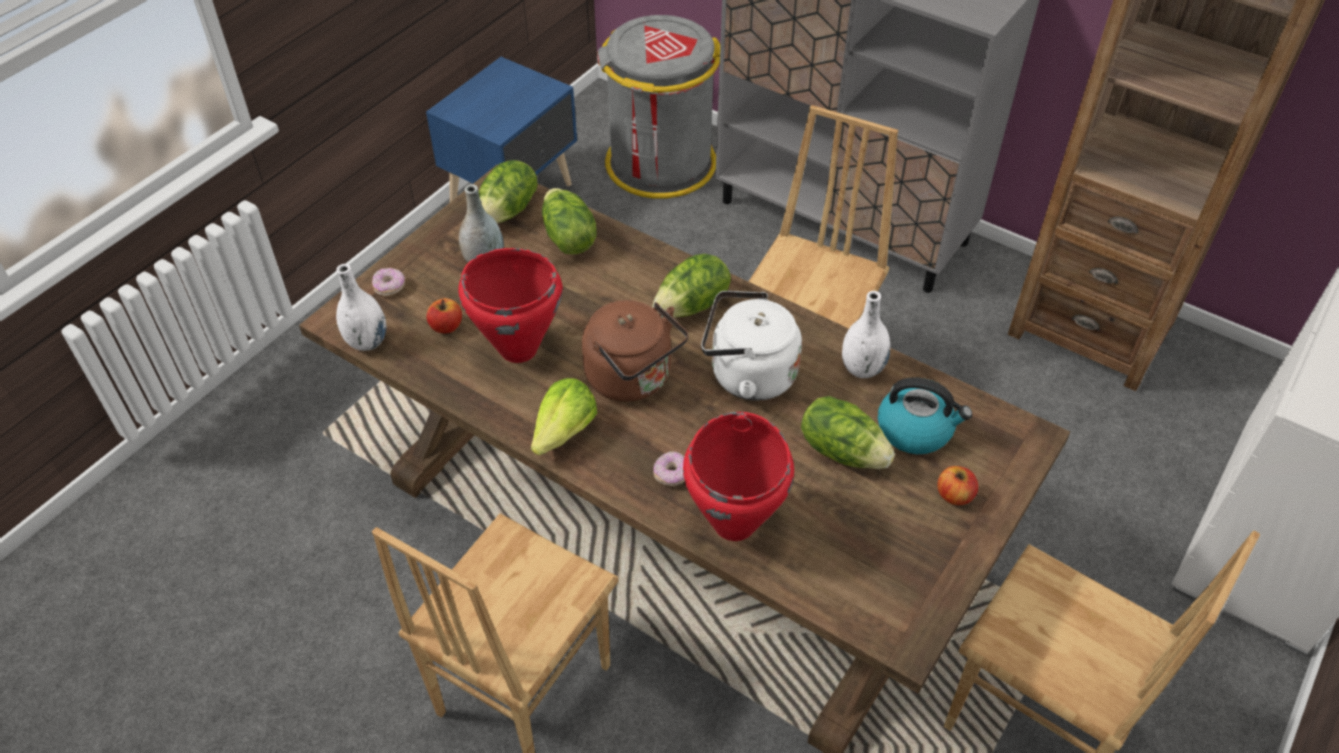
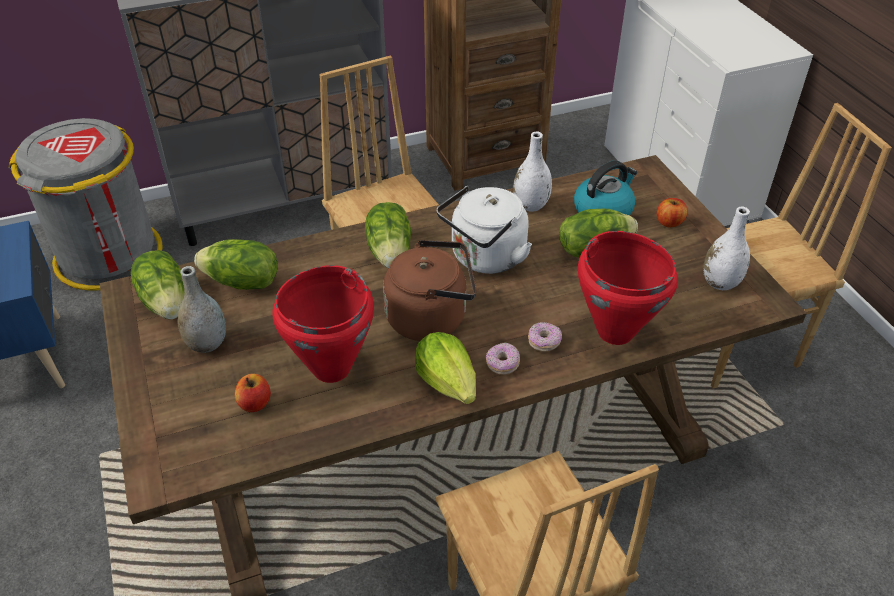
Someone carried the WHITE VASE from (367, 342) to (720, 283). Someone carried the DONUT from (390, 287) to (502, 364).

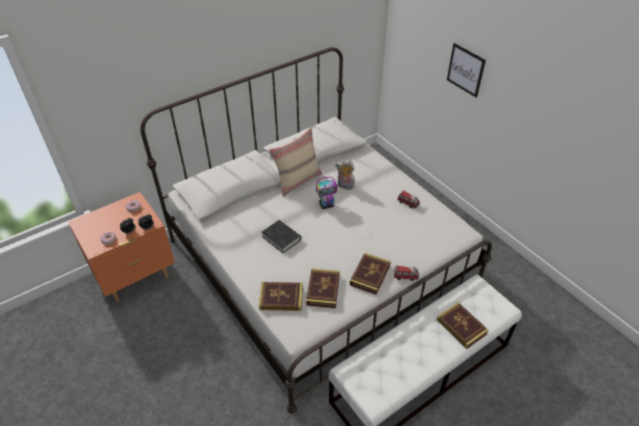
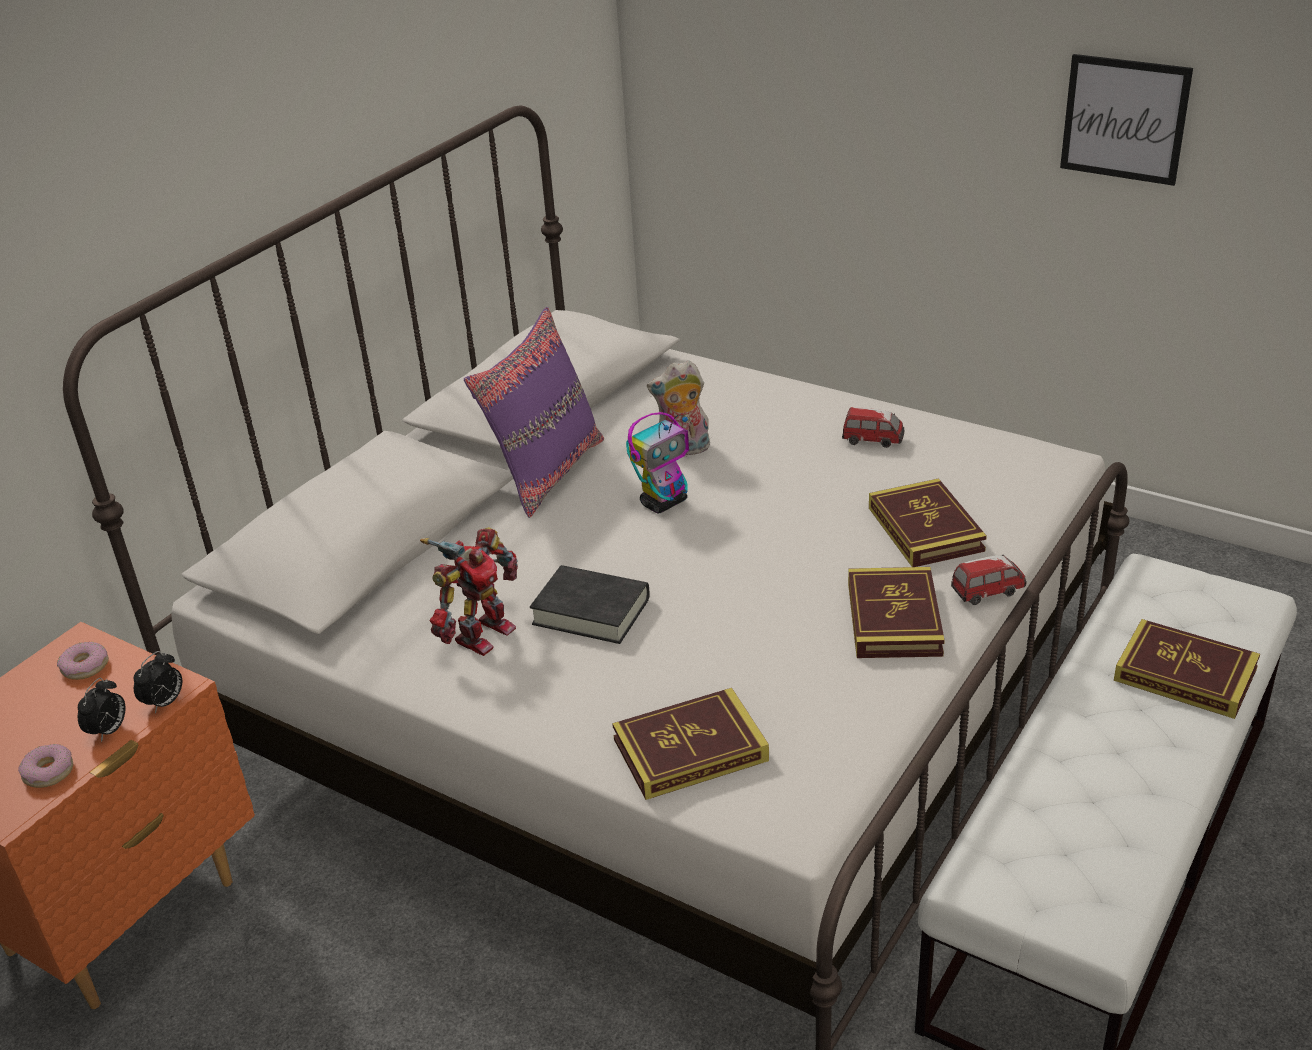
Someone repainted the BEIGE PILLOW at (298, 180), which became the PURPLE PILLOW at (546, 472). Someone carried the BOOK from (323, 290) to (925, 529). Someone carried the PICTURE from (465, 70) to (1124, 119). Someone put down the TOY ROBOT at (481, 634).

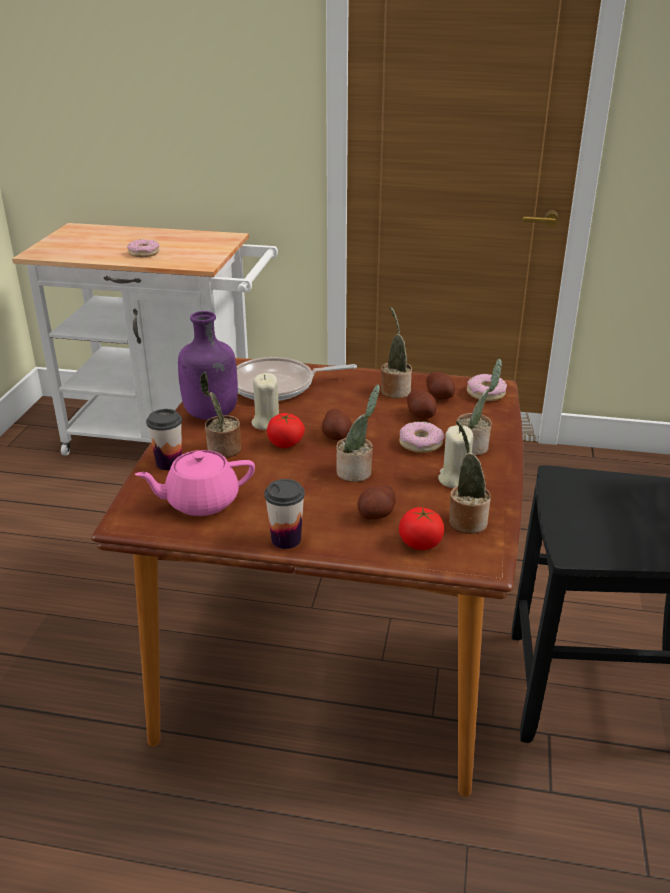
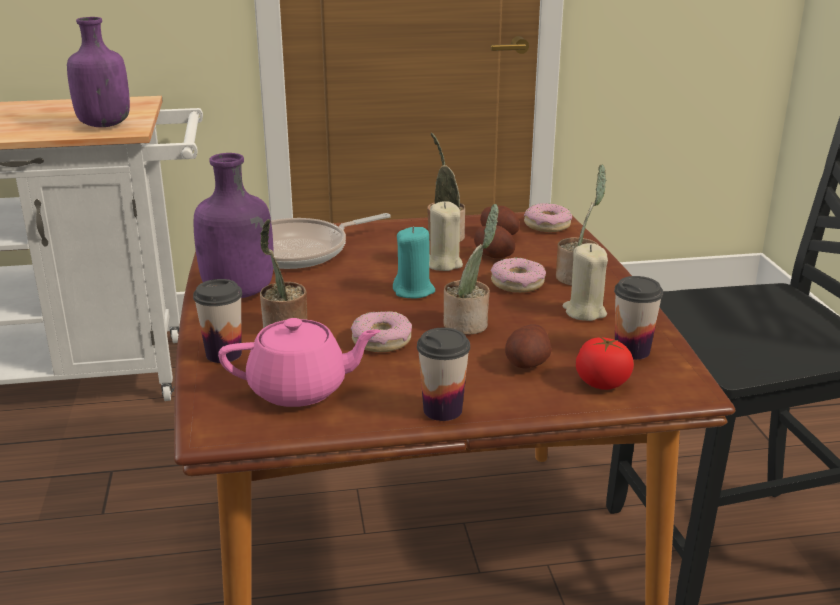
Someone carried the DONUT from (144, 253) to (381, 340). Someone rotated the PINK TEAPOT at (200, 502) by 150 degrees counterclockwise. Someone carried the BEIGE CANDLE from (266, 422) to (443, 264). Someone took away the TOMATO at (285, 443). Someone swapped the POTATO at (336, 436) for the TURQUOISE CANDLE at (414, 291). Someone swapped the POTTED PLANT at (465, 521) for the CUP at (632, 351). Someone put down the PURPLE BOTTLE at (103, 125).

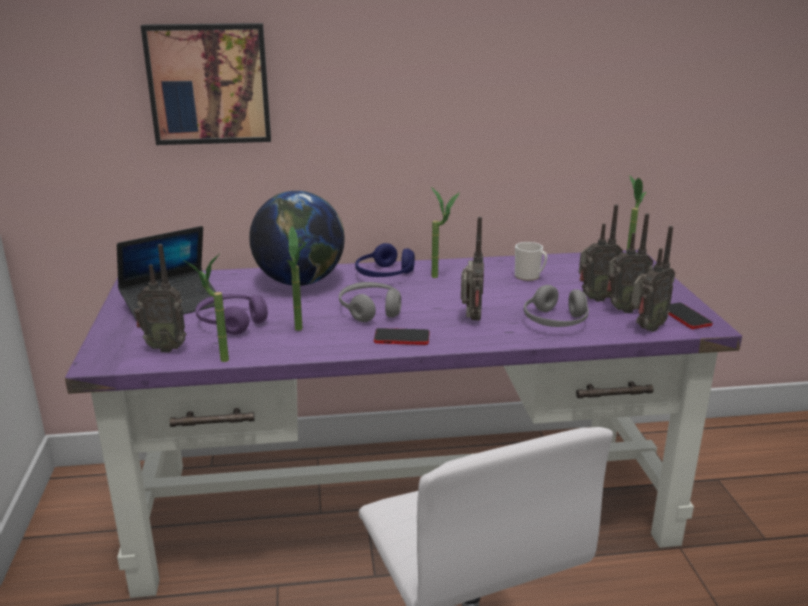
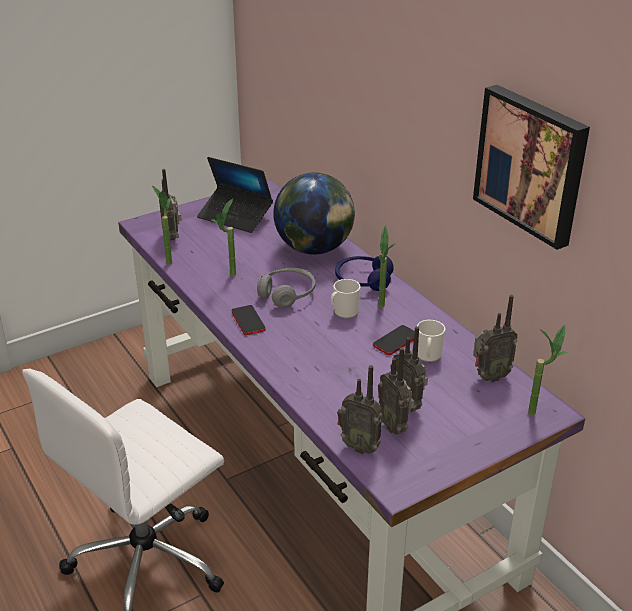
Someone carried the PICTURE from (209, 83) to (532, 164). Someone took away the PURPLE HEADPHONES at (231, 322). Someone carried the RADIO from (470, 319) to (489, 377). Someone took away the GREY HEADPHONES at (555, 321). Someone carried the PHONE from (685, 317) to (395, 341). Someone put down the MUG at (343, 312).

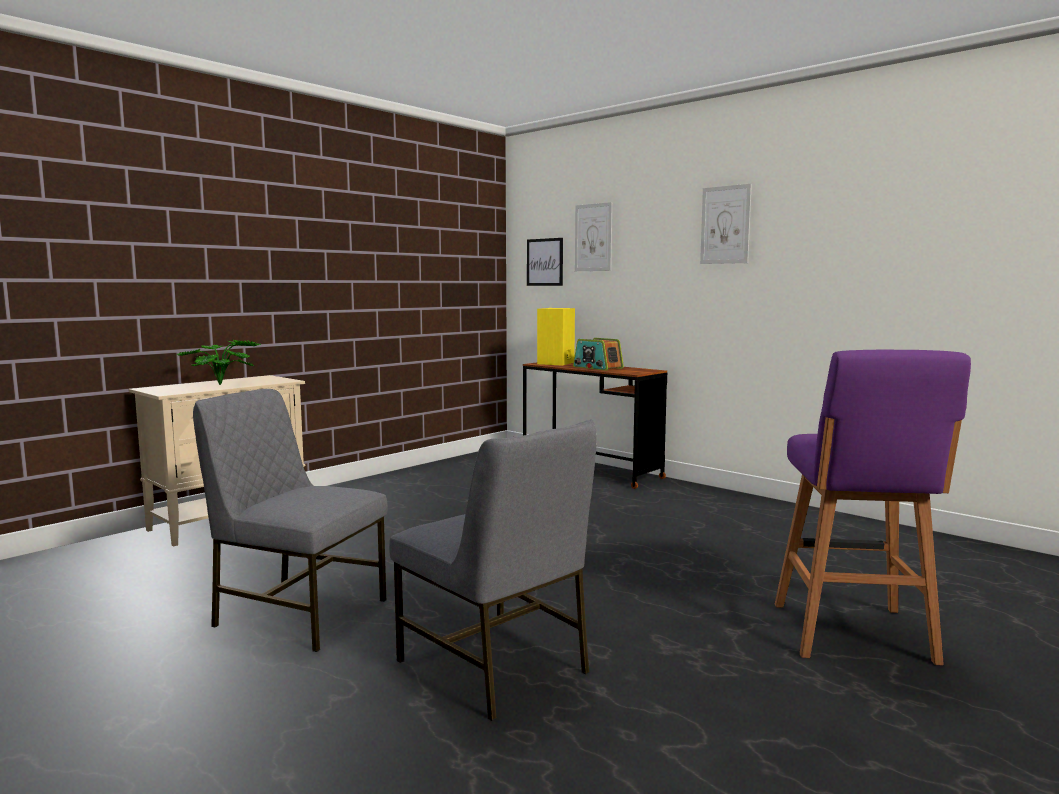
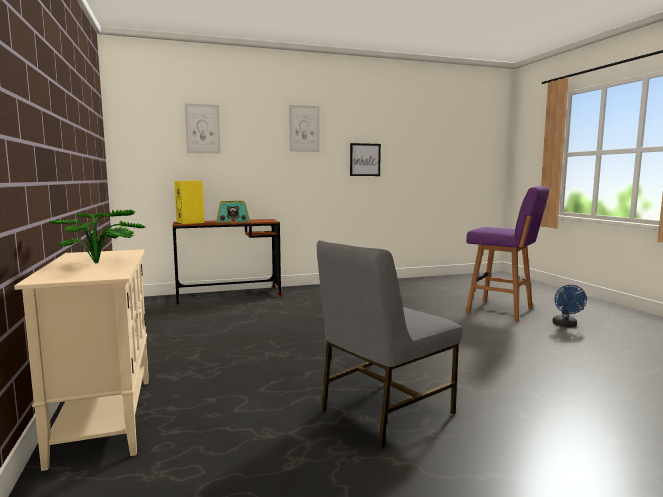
Someone took away the GREY CHAIR at (495, 667). Someone carried the PICTURE from (545, 262) to (365, 159). Someone put down the BLUE FAN at (566, 325).

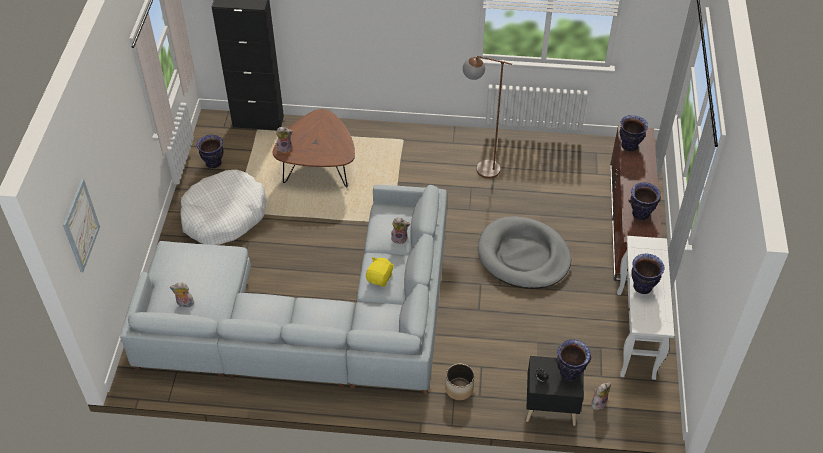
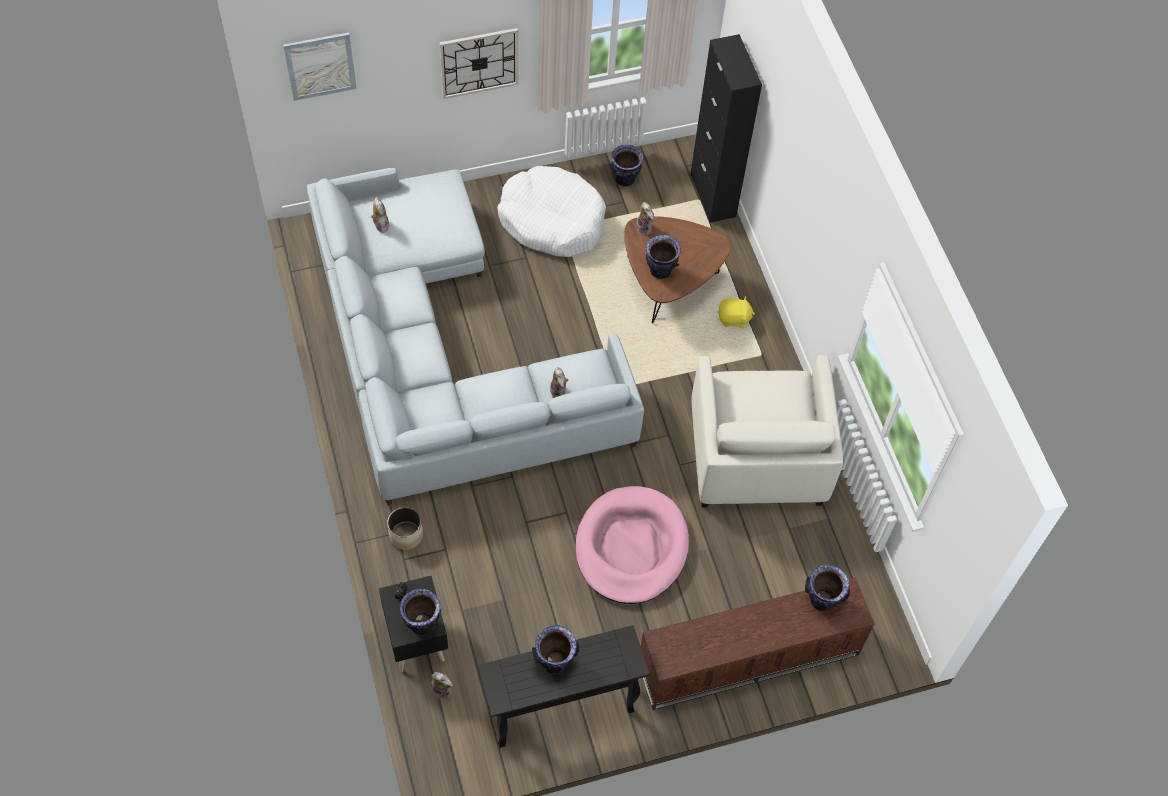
Someone carried the YELLOW PLUSH TOY from (380, 278) to (734, 319). Someone swapped the BROWN FLOOR LAMP at (479, 167) for the BEIGE ARMCHAIR at (756, 455). Someone repainted the GREY DOG BED at (523, 256), which became the PINK DOG BED at (631, 547). Someone repainted the WHITE CONSOLE TABLE at (636, 335), which became the BLACK CONSOLE TABLE at (560, 710). Someone carried the VASE from (640, 214) to (660, 270). Someone put up the WALL CLOCK at (479, 62).

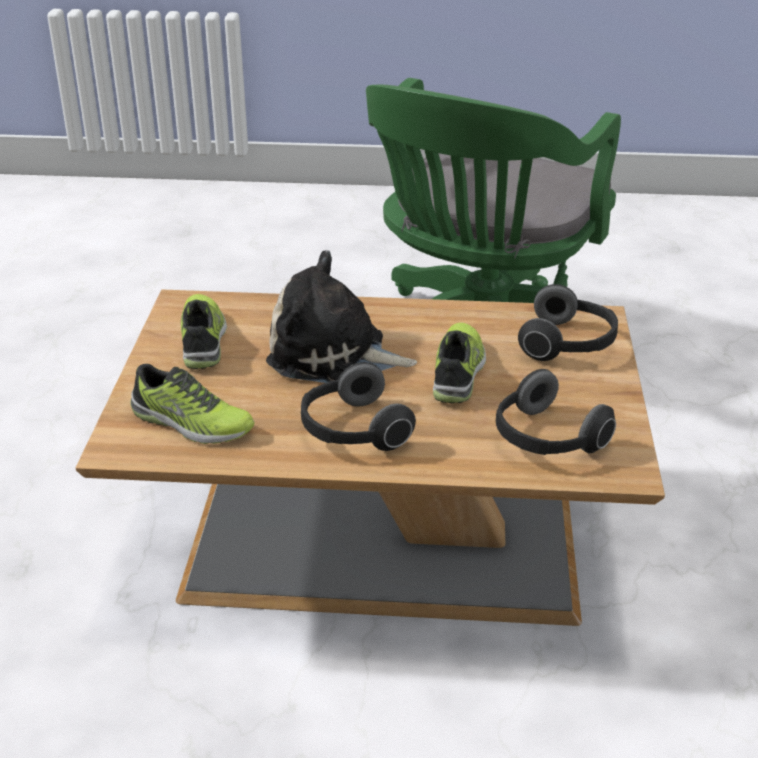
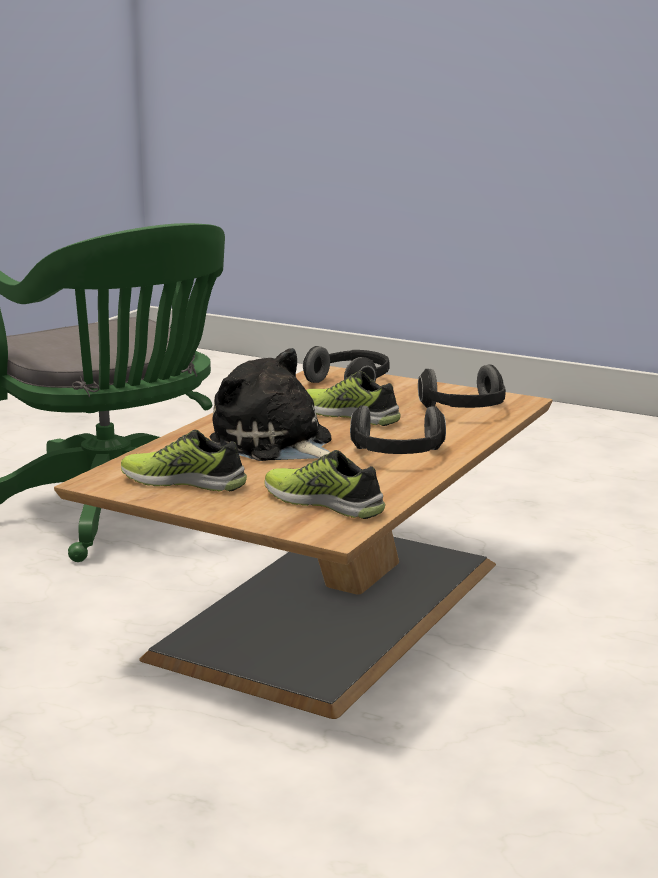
Someone rotated the SHOE at (191, 423) by 105 degrees counterclockwise. Someone rotated the PLUSH TOY at (333, 355) by 90 degrees clockwise.

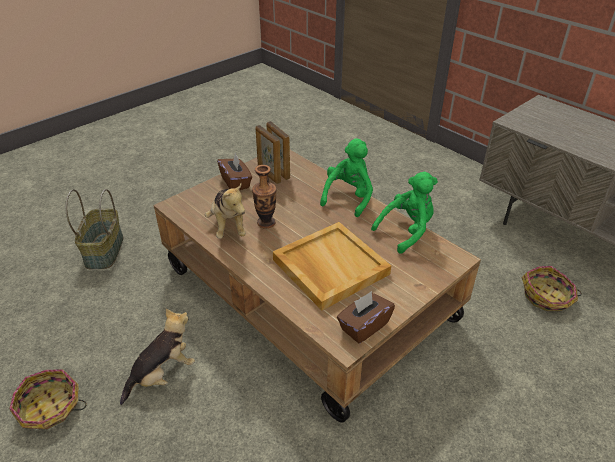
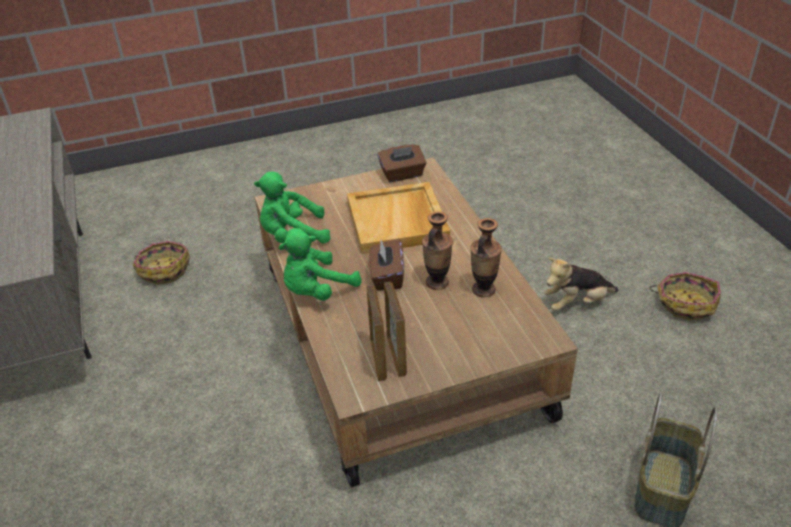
Someone swapped the PLUSH TOY at (228, 226) for the VASE at (483, 290). Someone carried the BROWN TISSUE BOX from (236, 182) to (387, 277).

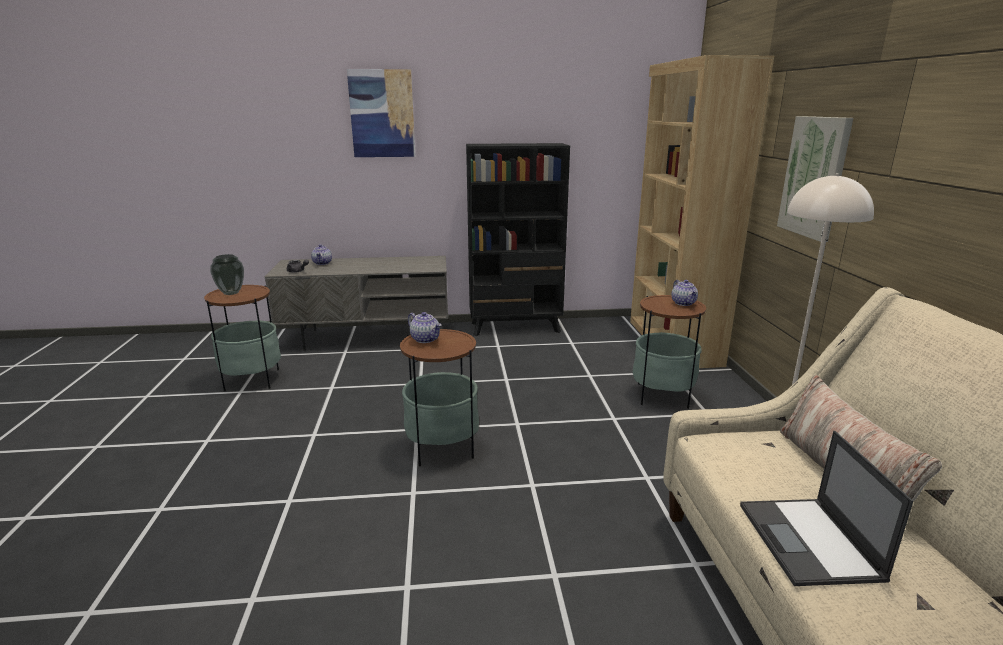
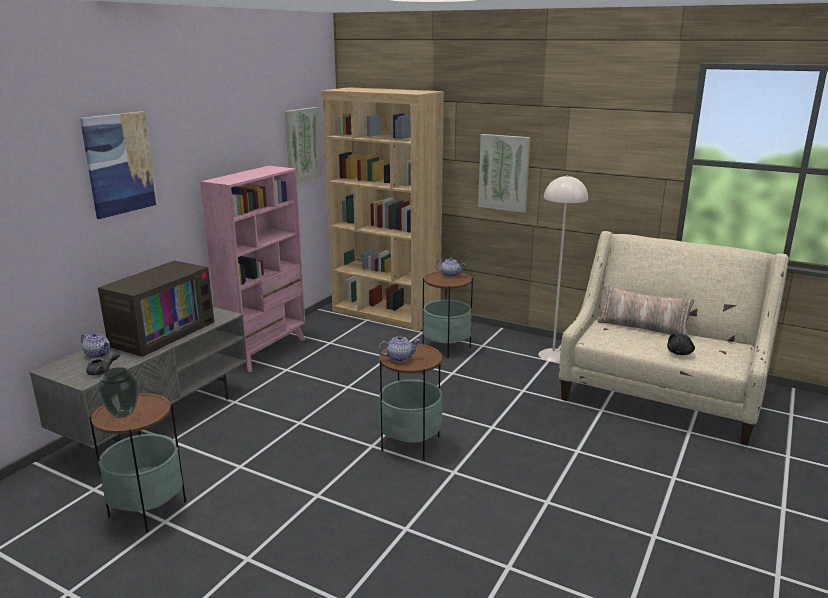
Someone repainted the BLACK BOOKCASE at (516, 328), which became the PINK BOOKCASE at (266, 351). Someone swapped the LAPTOP at (809, 542) for the BLACK PLUSH TOY at (679, 353). Someone put down the TELEVISION at (161, 332). Someone put up the PICTURE at (302, 145).

